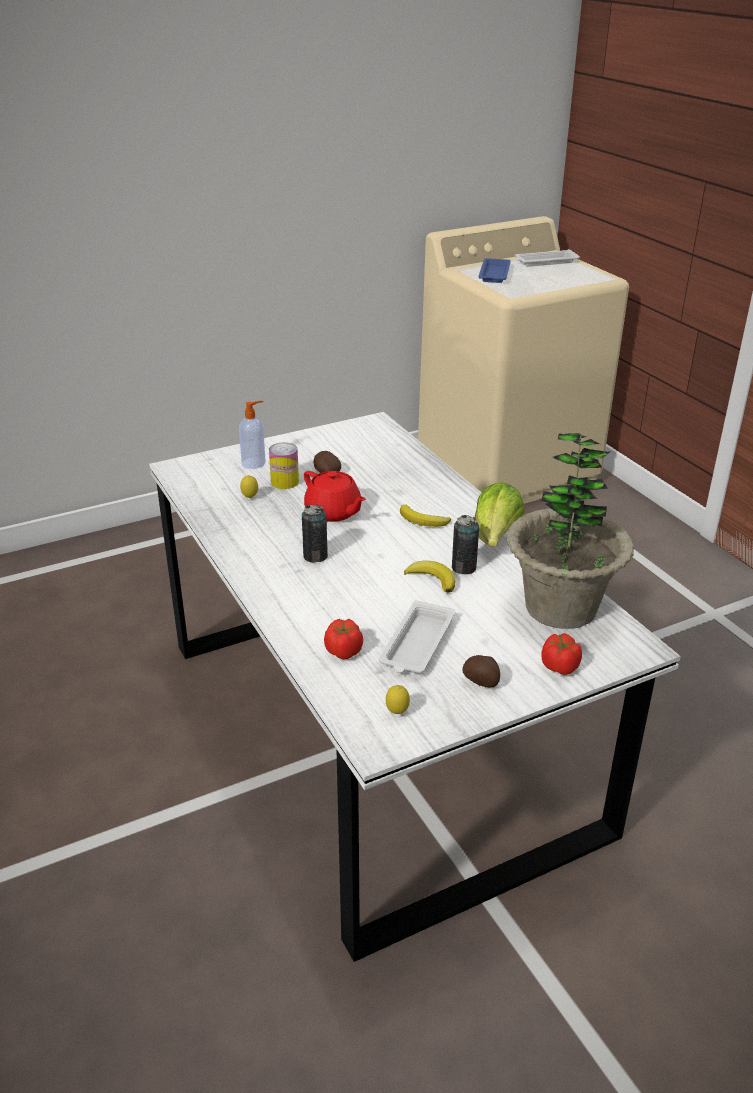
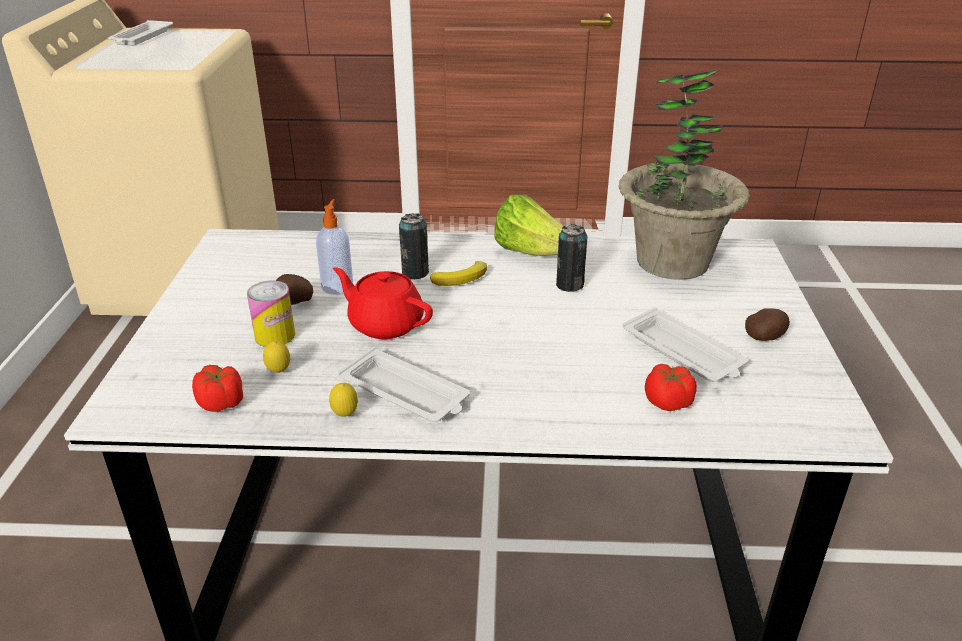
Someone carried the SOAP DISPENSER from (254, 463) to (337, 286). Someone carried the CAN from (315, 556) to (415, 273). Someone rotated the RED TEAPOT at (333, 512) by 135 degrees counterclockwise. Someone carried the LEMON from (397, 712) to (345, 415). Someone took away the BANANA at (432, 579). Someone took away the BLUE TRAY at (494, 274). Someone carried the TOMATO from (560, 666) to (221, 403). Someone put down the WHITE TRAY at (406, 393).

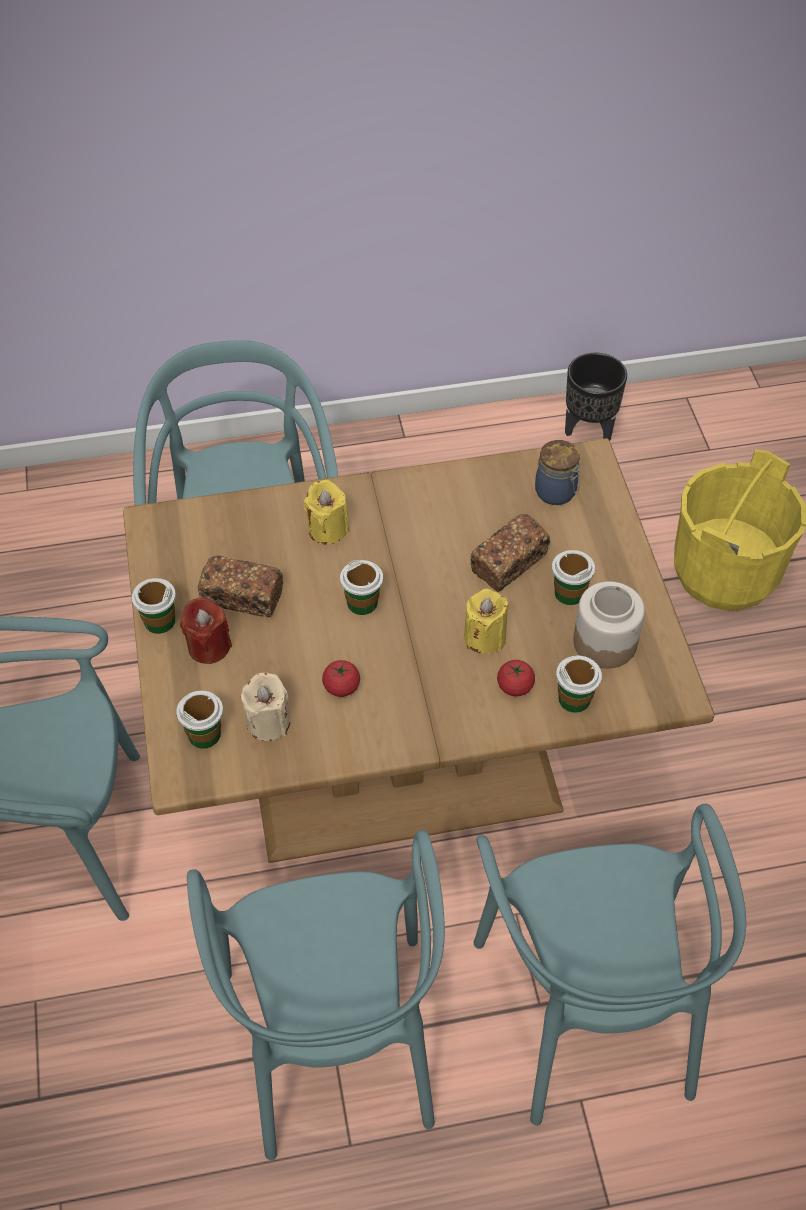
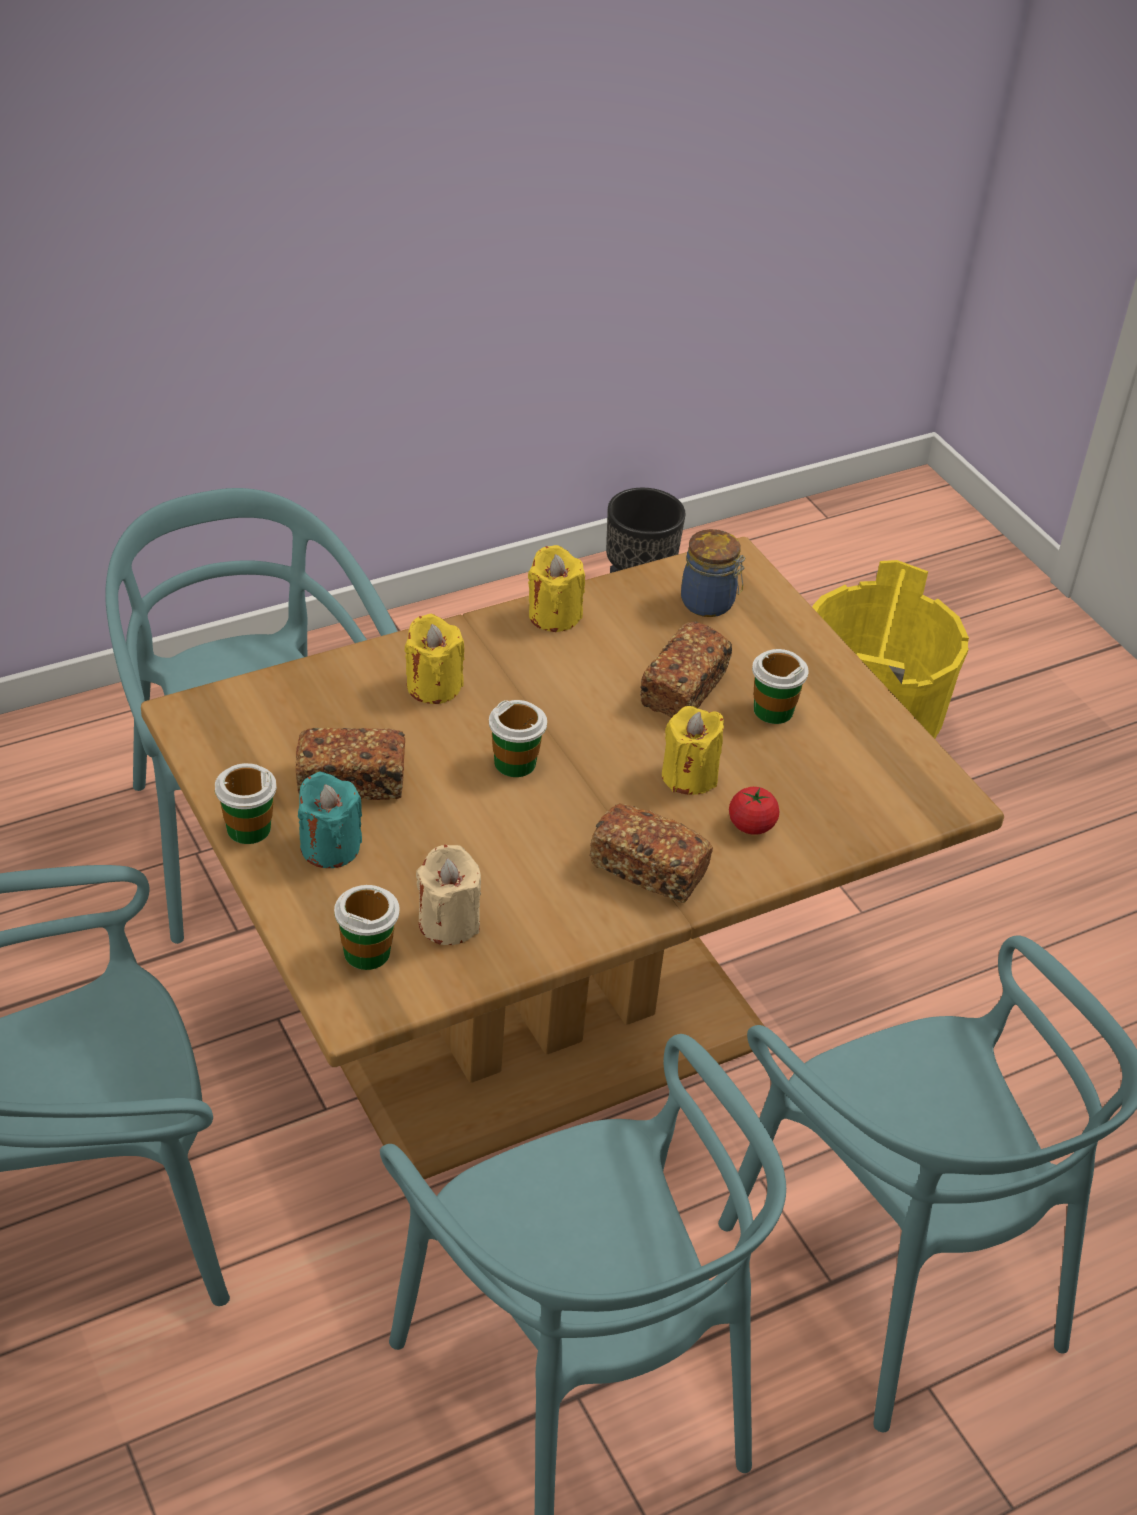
Someone repainted the RED CANDLE at (208, 646), which became the TURQUOISE CANDLE at (329, 847). Someone took away the TOMATO at (341, 687). Someone took away the CUP at (574, 699). Someone took away the JAR at (605, 642). Someone put down the YELLOW CANDLE at (554, 615). Someone put down the BREAD at (649, 869).

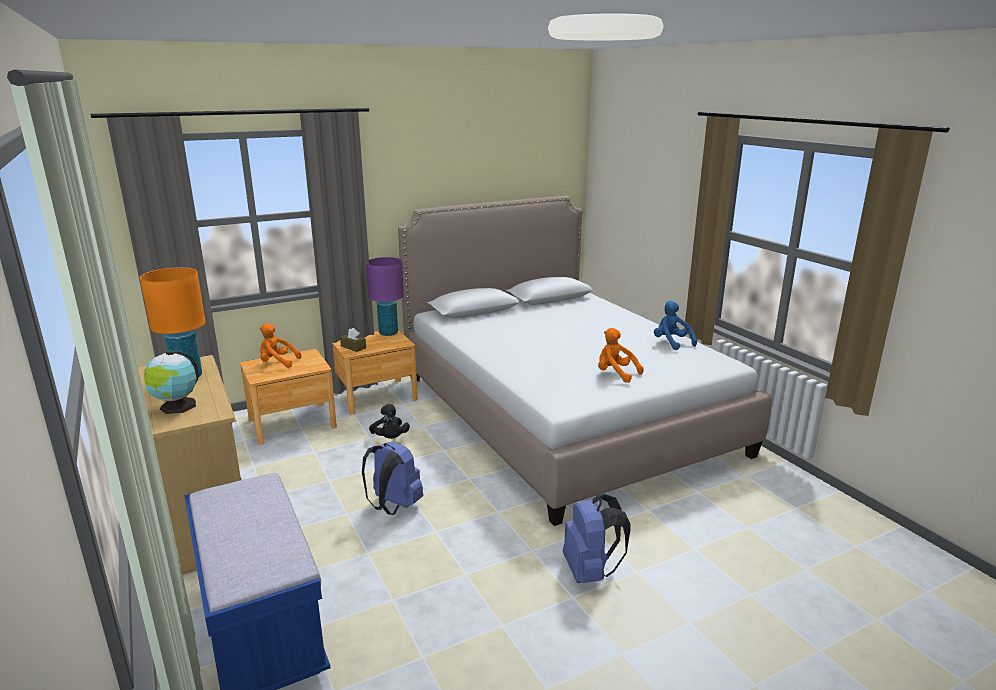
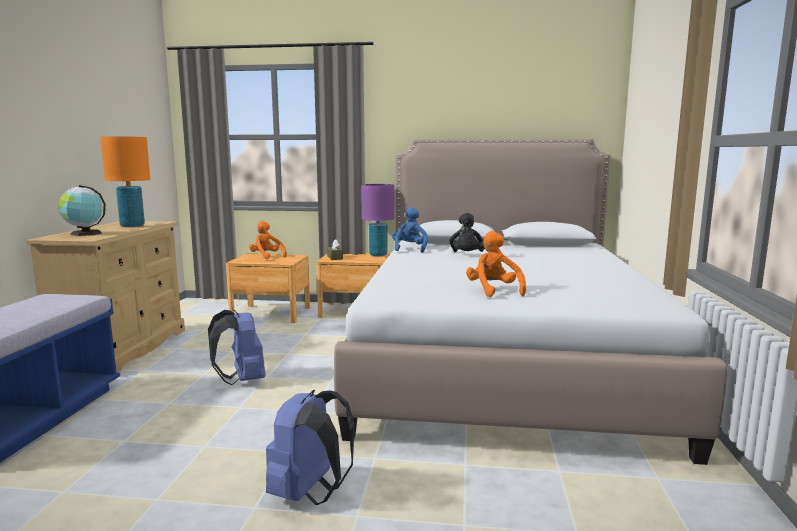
Someone carried the BLACK PLUSH TOY from (390, 439) to (467, 256). Someone carried the BLUE PLUSH TOY from (671, 343) to (409, 249).

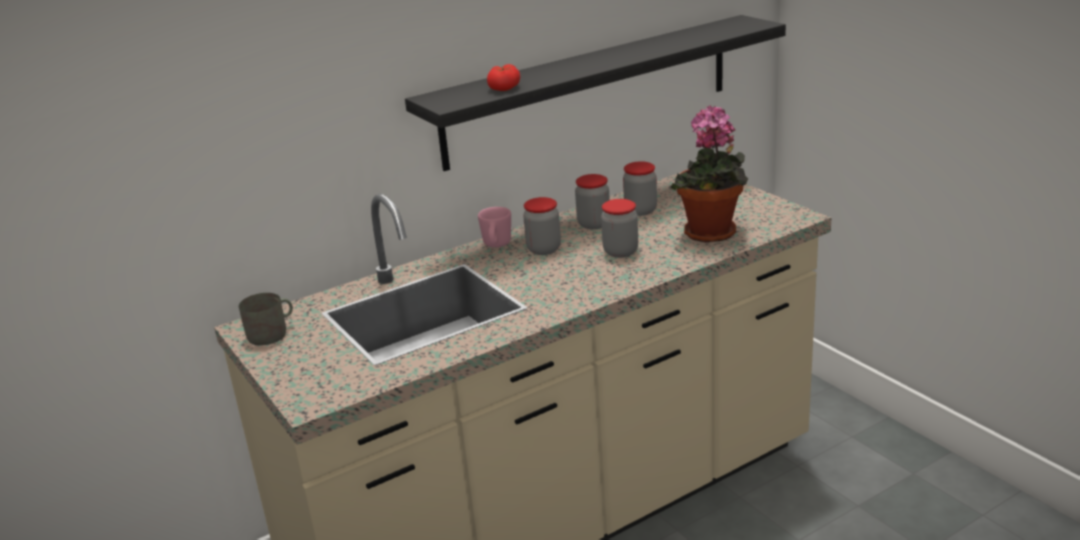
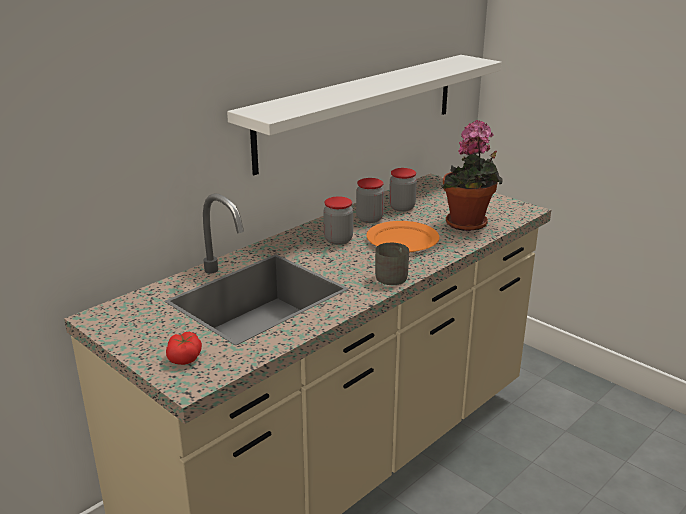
Someone carried the GREY MUG from (272, 333) to (394, 276). Someone repainted the BLACK SHELF at (590, 90), which became the WHITE SHELF at (360, 110). Someone took away the PINK MUG at (496, 246). Someone carried the TOMATO from (504, 88) to (185, 357). Someone swapped the JAR at (620, 252) for the ORANGE PLATE at (403, 240).

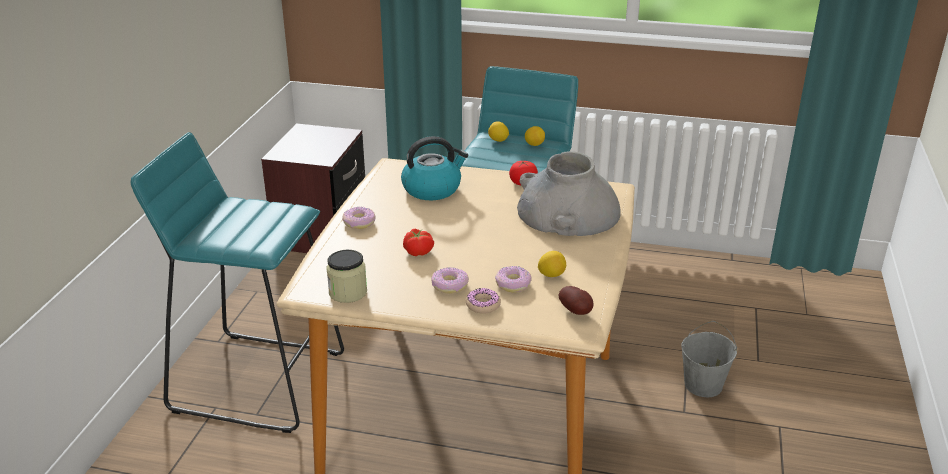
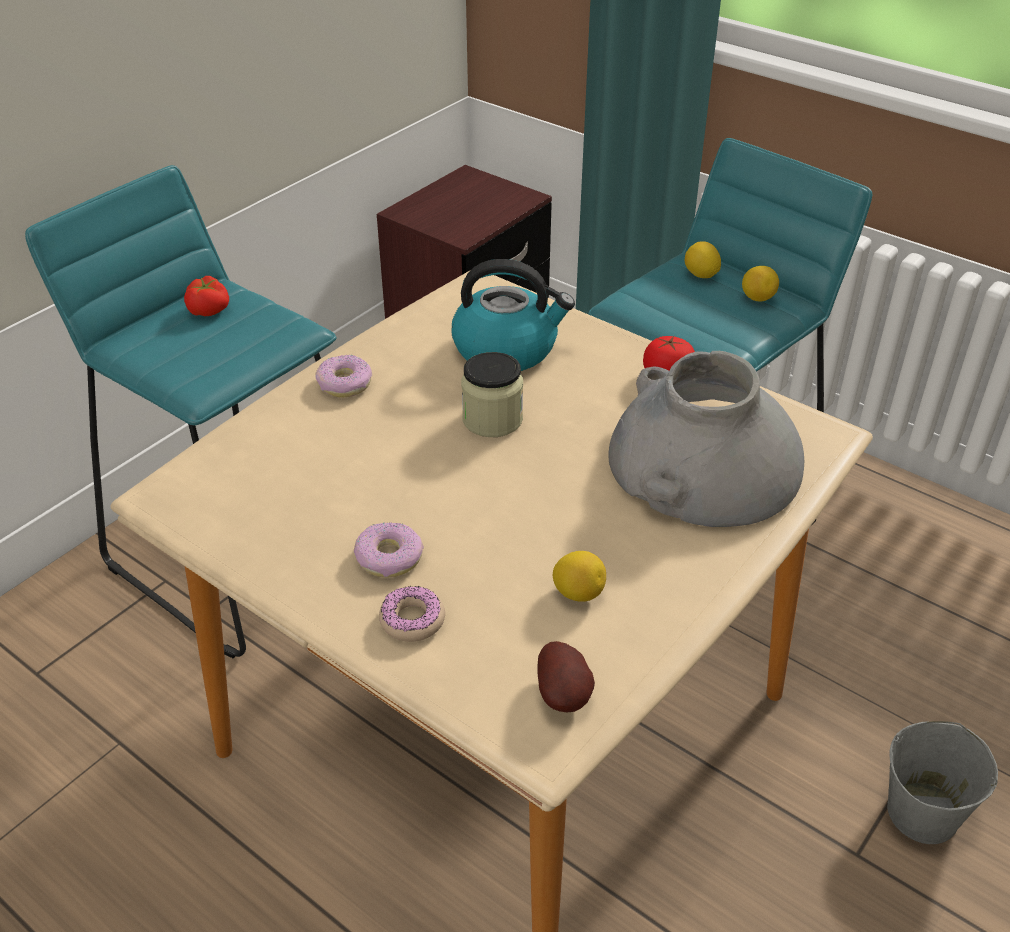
Someone carried the JAR from (348, 292) to (492, 419). Someone carried the TOMATO from (418, 251) to (210, 309). Someone took away the DONUT at (512, 284).

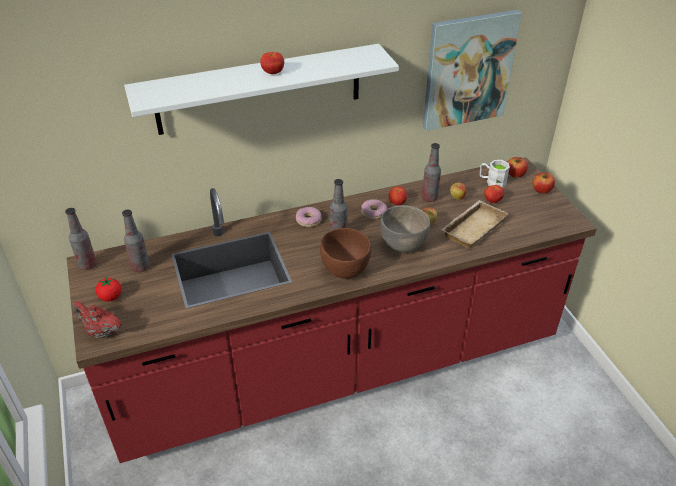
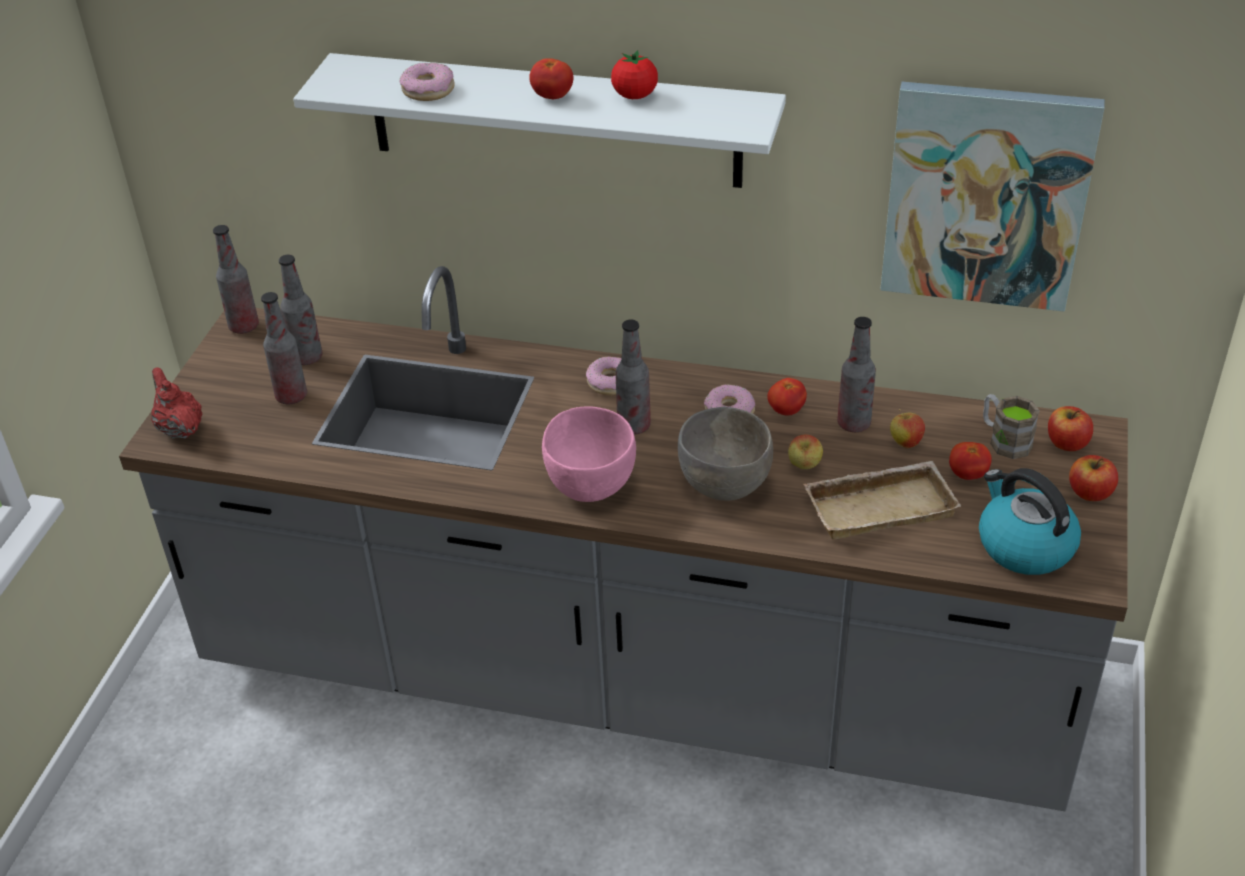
Someone repainted the RED COUNTER at (338, 367), which became the GREY COUNTER at (632, 680). Someone carried the TOMATO from (111, 297) to (635, 96). Someone repainted the BROWN BOWL at (345, 269), which became the PINK BOWL at (590, 485). Someone repainted the WHITE MUG at (492, 182), which became the BROWN MUG at (1004, 440). Someone put down the BOTTLE at (291, 396). Someone put down the DONUT at (428, 90). Someone put down the KETTLE at (1023, 546).

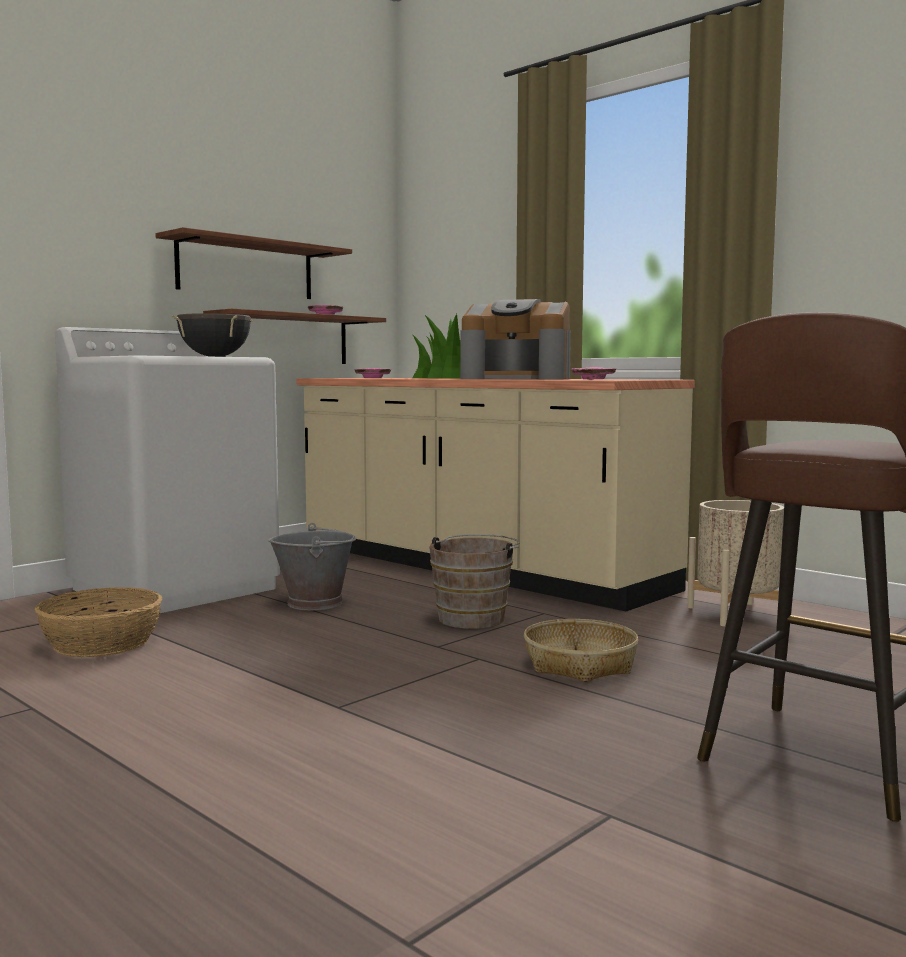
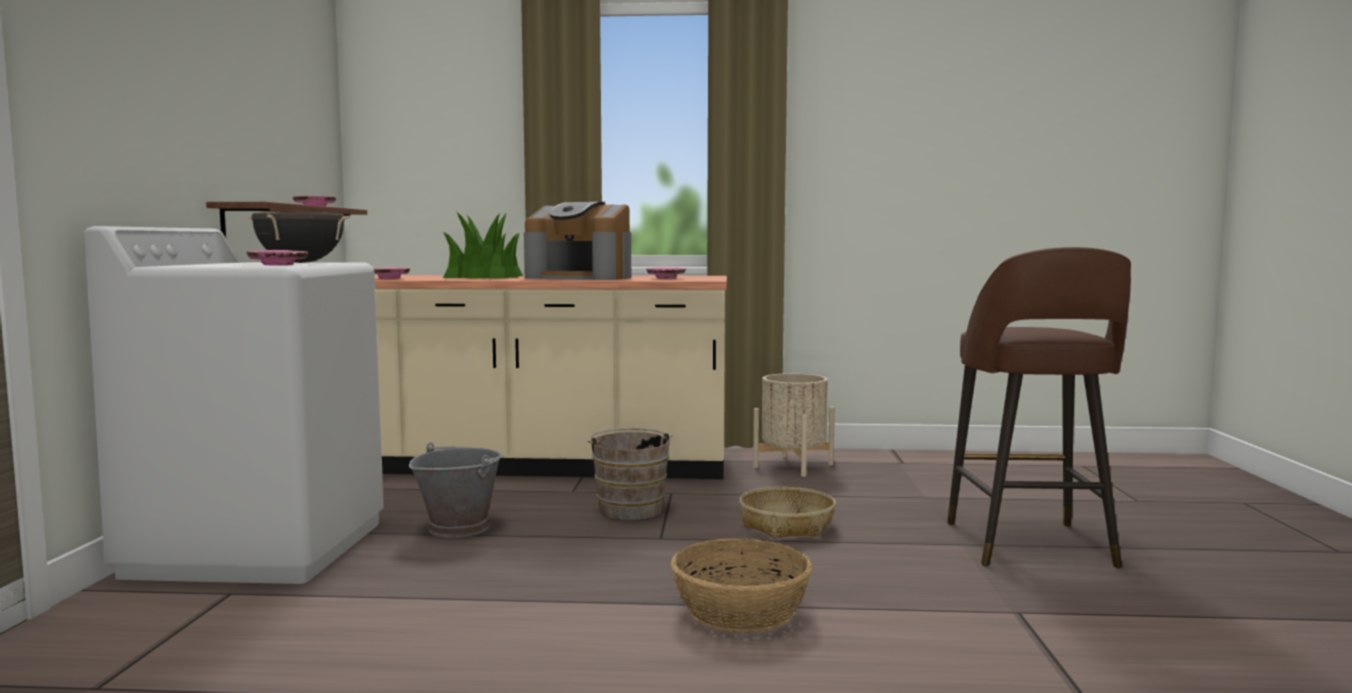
Someone carried the BASKET from (103, 643) to (741, 610). Someone took away the SHELF at (246, 269). Someone rotated the COFFEE MACHINE at (517, 378) by 45 degrees clockwise. Someone put down the PINK PLATE at (278, 265).

